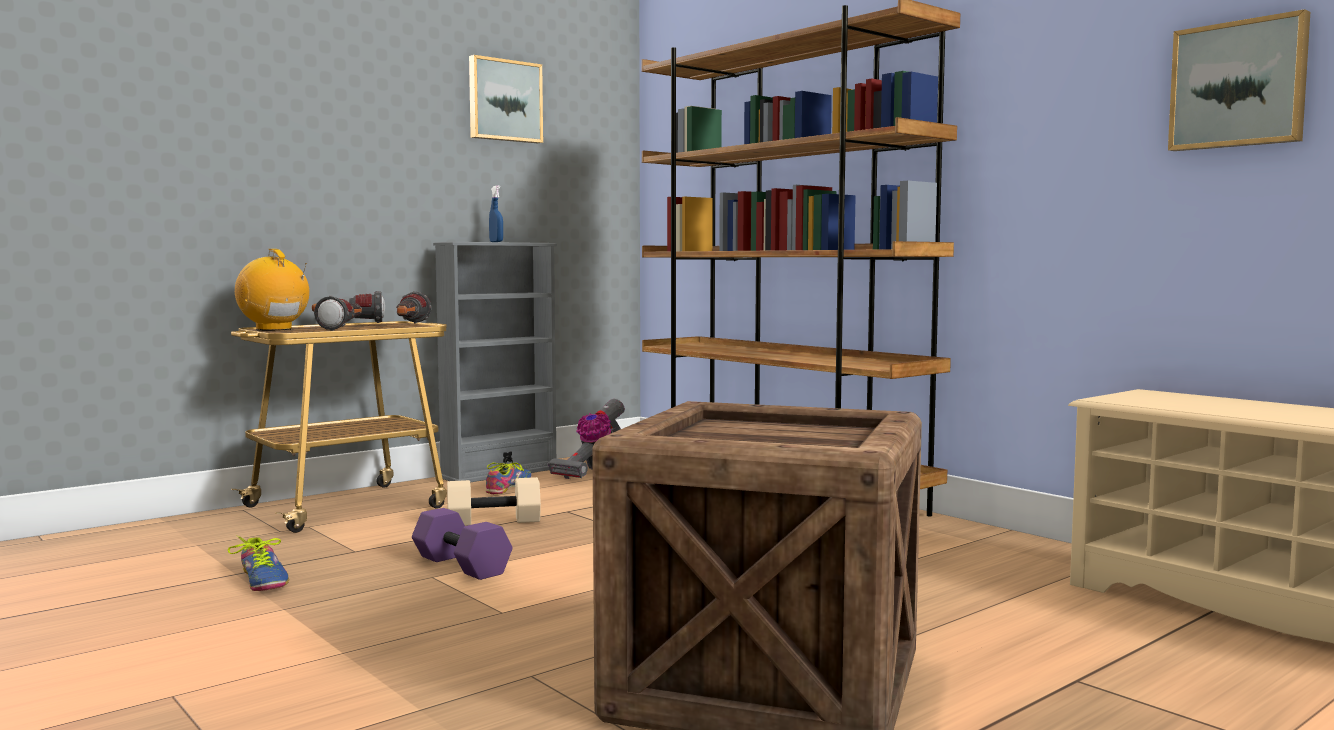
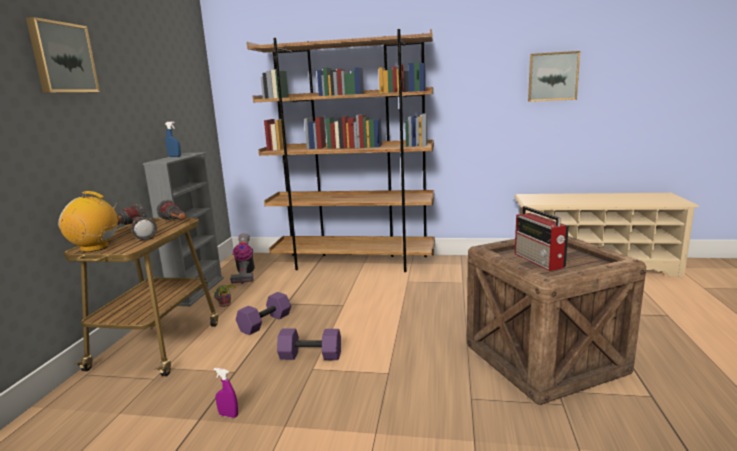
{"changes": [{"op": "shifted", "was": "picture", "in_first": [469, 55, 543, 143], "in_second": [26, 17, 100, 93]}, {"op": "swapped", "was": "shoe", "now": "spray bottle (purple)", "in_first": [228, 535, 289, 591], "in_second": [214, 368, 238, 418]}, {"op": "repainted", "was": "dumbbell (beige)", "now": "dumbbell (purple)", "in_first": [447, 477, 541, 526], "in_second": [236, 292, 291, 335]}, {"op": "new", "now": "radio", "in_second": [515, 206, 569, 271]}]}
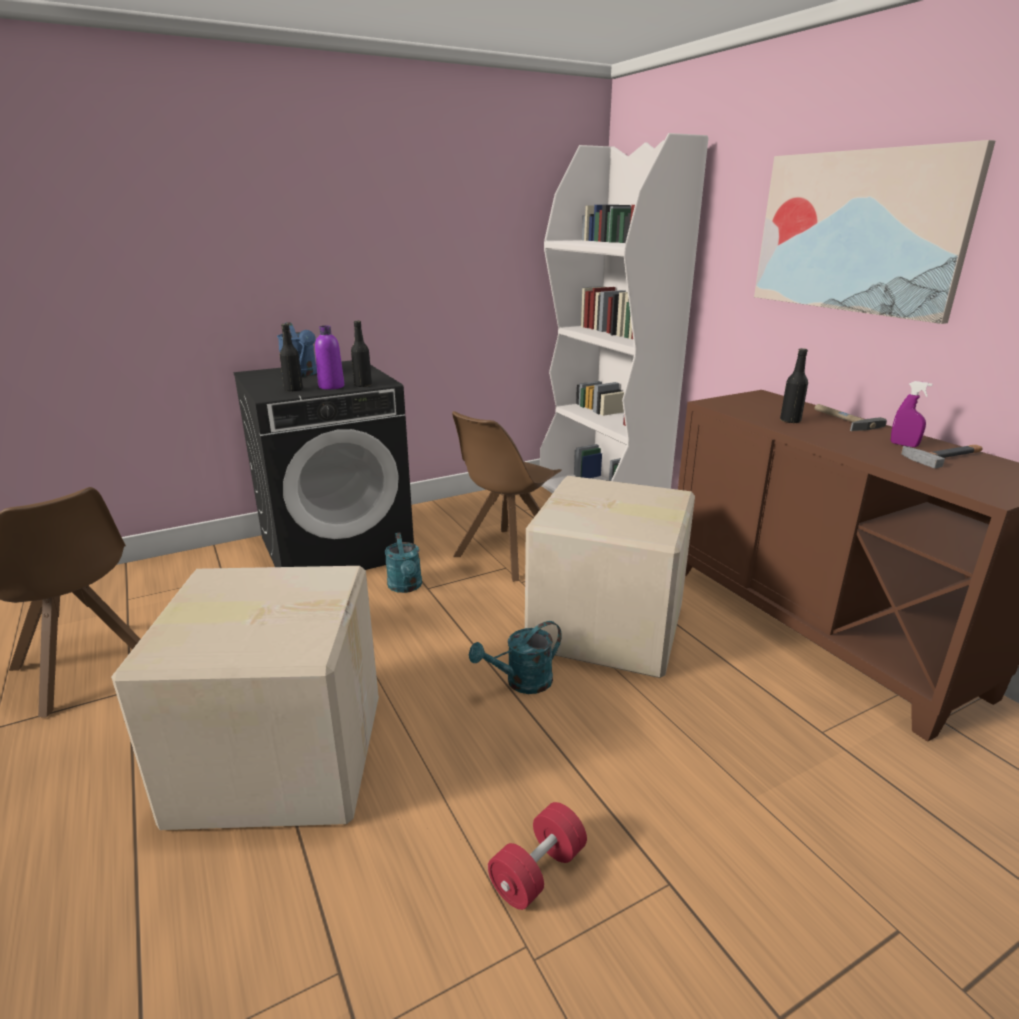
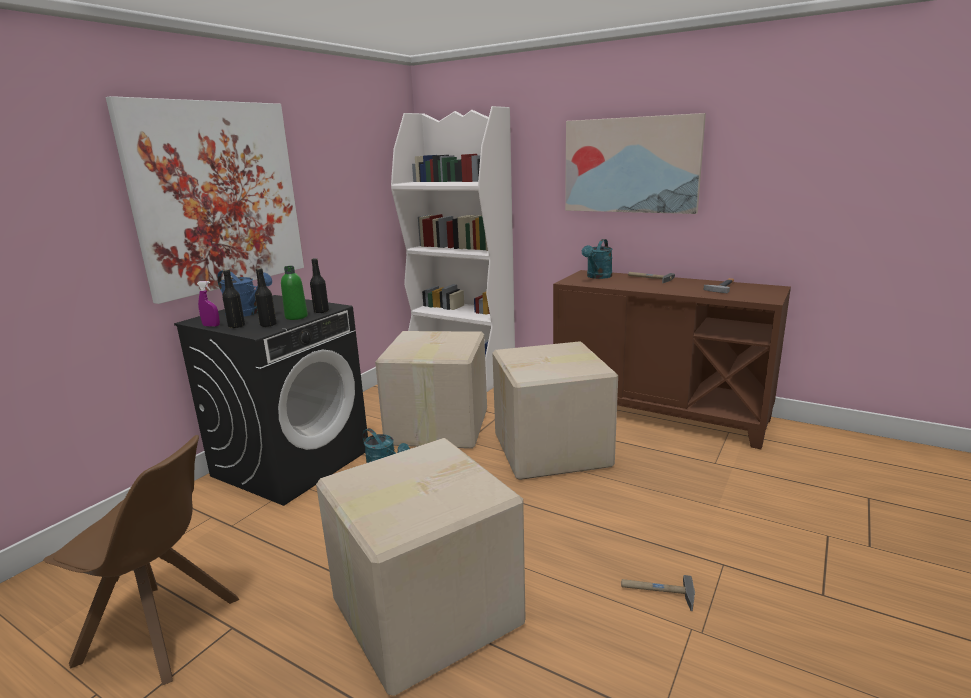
{"changes": [{"op": "new", "now": "picture", "in_second": [106, 96, 304, 304]}, {"op": "shifted", "was": "spray bottle (purple)", "in_first": [891, 381, 933, 447], "in_second": [197, 281, 220, 327]}, {"op": "shifted", "was": "bottle (black)", "in_first": [780, 348, 808, 423], "in_second": [222, 270, 245, 328]}, {"op": "repainted", "was": "bottle (purple)", "now": "bottle (green)", "in_first": [315, 326, 344, 390], "in_second": [281, 266, 308, 320]}, {"op": "swapped", "was": "chair (brown)", "now": "cardboard box", "in_first": [452, 411, 562, 582], "in_second": [375, 331, 487, 449]}, {"op": "shifted", "was": "watering can (turquoise)", "in_first": [469, 621, 562, 694], "in_second": [582, 239, 613, 279]}, {"op": "swapped", "was": "dumbbell (red)", "now": "hammer", "in_first": [488, 802, 587, 910], "in_second": [621, 575, 695, 611]}]}
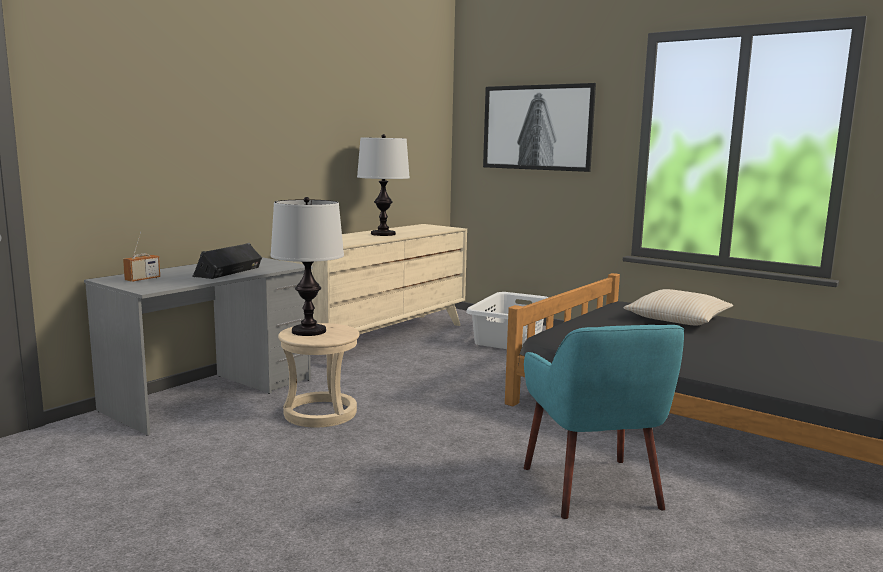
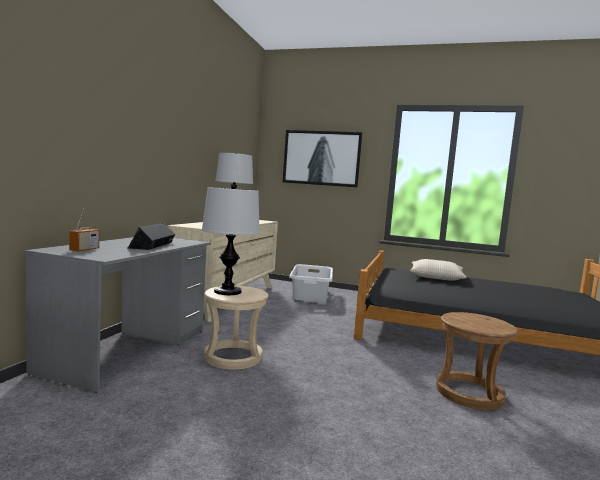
{"changes": [{"op": "swapped", "was": "armchair (turquoise)", "now": "stool (brown)", "in_first": [524, 325, 684, 519], "in_second": [436, 312, 518, 410]}]}
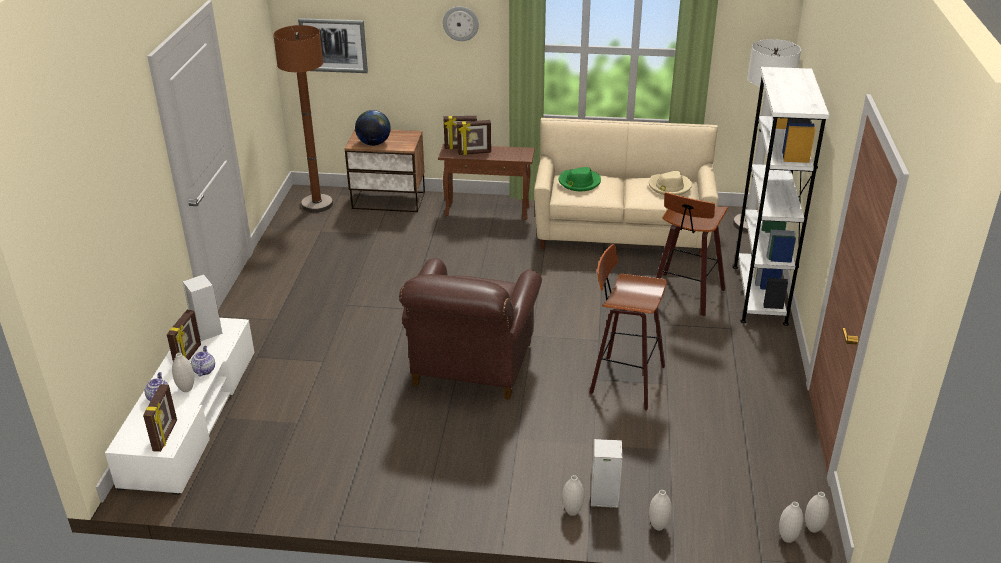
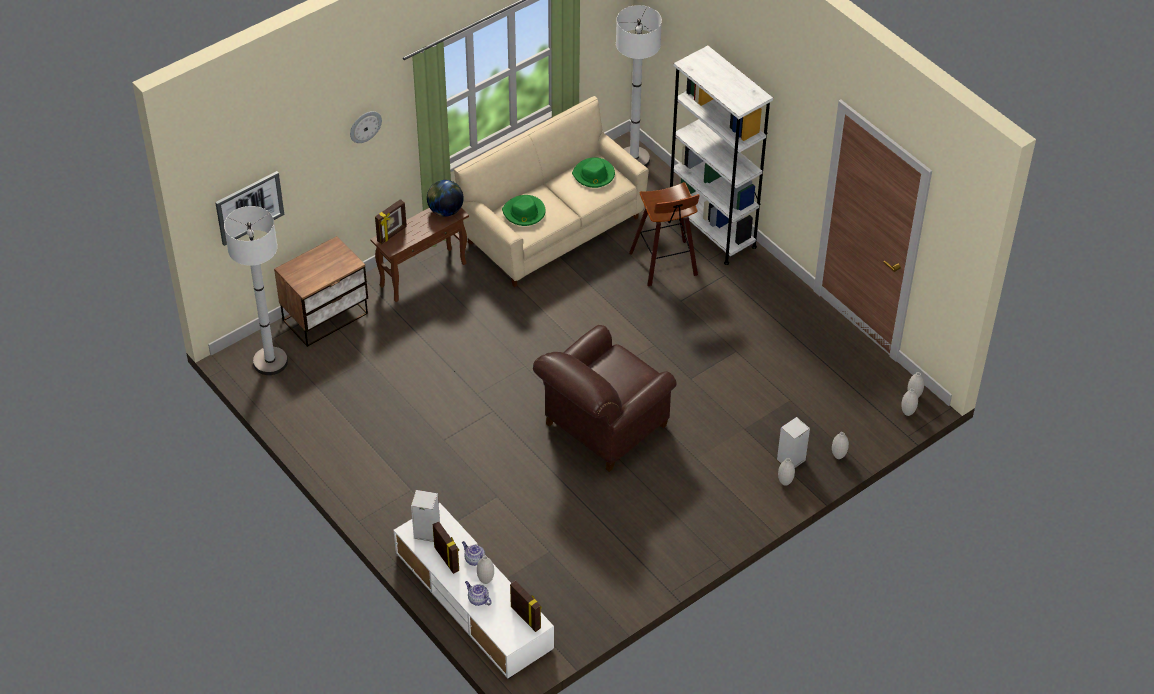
{"changes": [{"op": "repainted", "was": "floor lamp (brown)", "now": "floor lamp (white)", "in_first": [273, 25, 333, 213], "in_second": [224, 206, 288, 375]}, {"op": "shifted", "was": "globe", "in_first": [355, 110, 391, 146], "in_second": [427, 180, 464, 217]}, {"op": "rotated", "was": "armchair (brown)", "in_first": [399, 258, 542, 400], "in_second": [533, 325, 677, 472], "clockwise": 75}, {"op": "repainted", "was": "hat (beige)", "now": "hat (green)", "in_first": [649, 171, 692, 195], "in_second": [572, 157, 615, 188]}, {"op": "gone", "was": "picture frame", "in_first": [457, 120, 491, 155]}, {"op": "gone", "was": "stool", "in_first": [589, 244, 667, 410]}]}
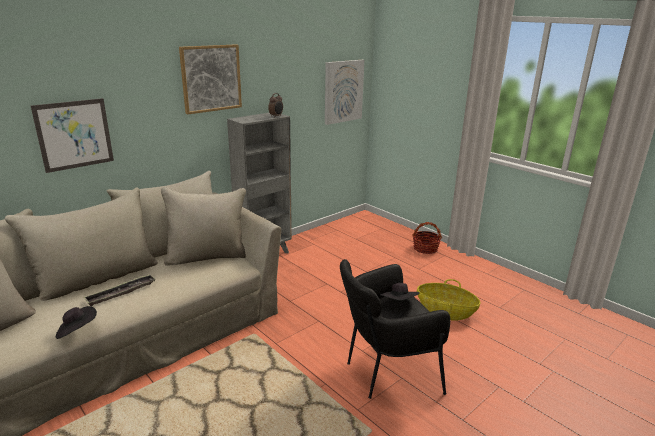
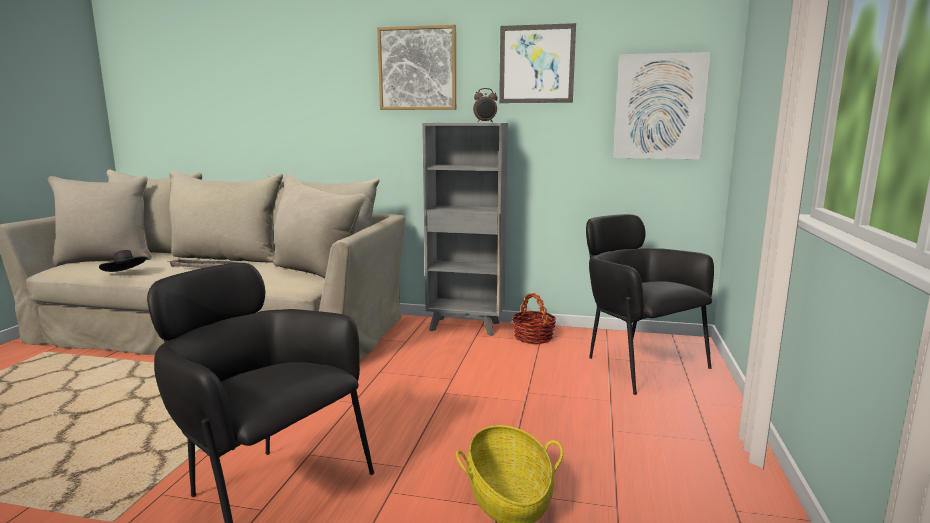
{"changes": [{"op": "shifted", "was": "picture", "in_first": [31, 98, 114, 173], "in_second": [499, 23, 576, 103]}, {"op": "shifted", "was": "basket", "in_first": [413, 222, 442, 254], "in_second": [512, 293, 556, 344]}, {"op": "new", "now": "armchair (black)", "in_second": [586, 214, 714, 395]}, {"op": "gone", "was": "hat (black)", "in_first": [380, 283, 420, 300]}]}
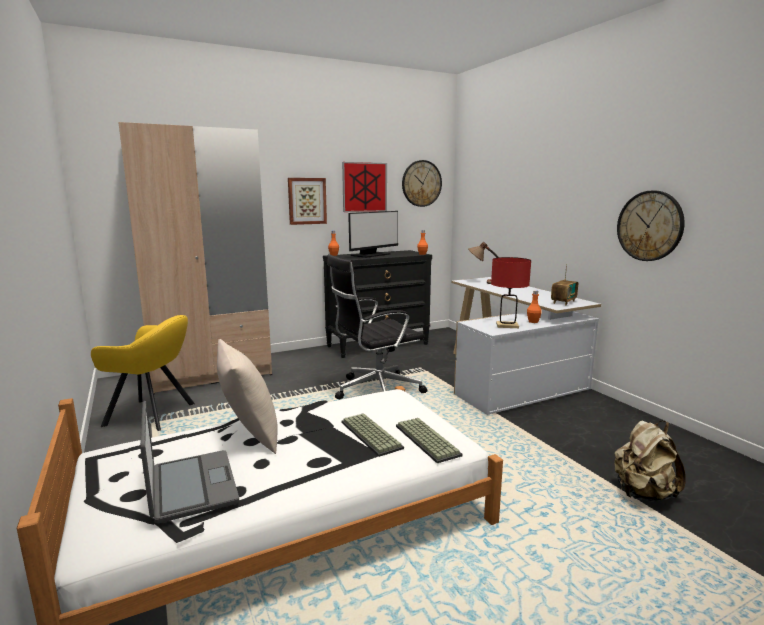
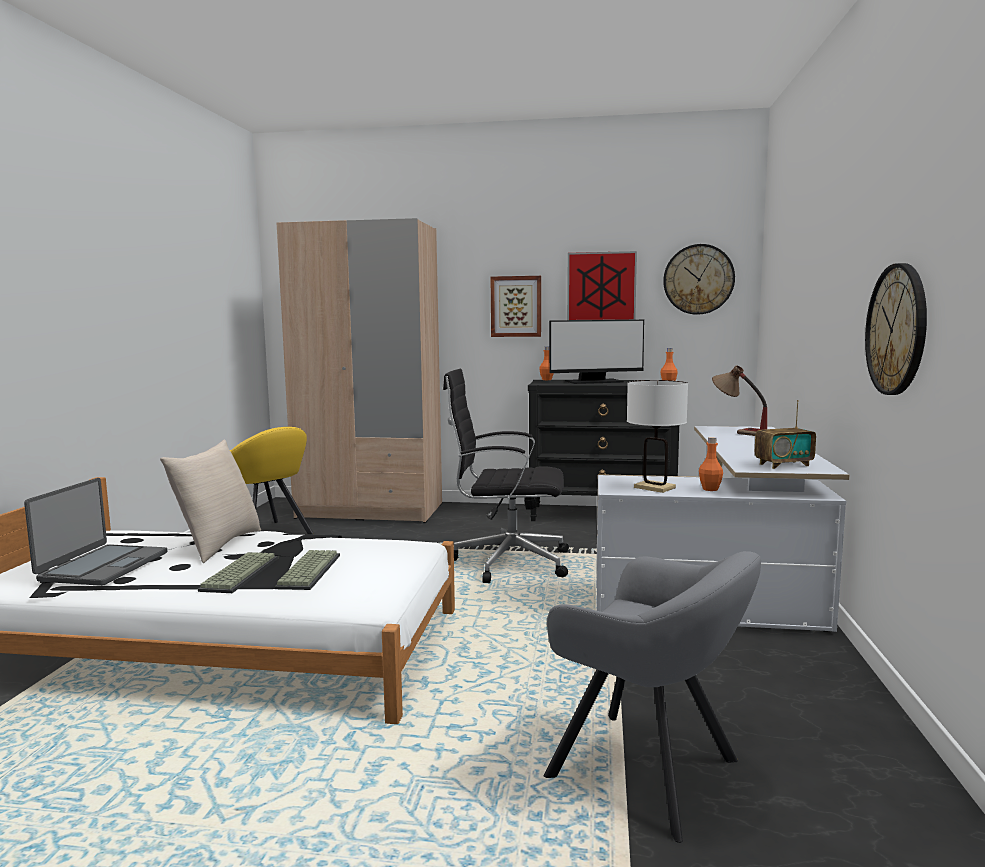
{"changes": [{"op": "shifted", "was": "keyboard", "in_first": [396, 418, 463, 463], "in_second": [198, 552, 278, 593]}, {"op": "swapped", "was": "backpack (beige)", "now": "armchair (grey)", "in_first": [614, 420, 686, 501], "in_second": [544, 551, 761, 843]}, {"op": "repainted", "was": "table lamp (red)", "now": "table lamp (white)", "in_first": [491, 257, 531, 328], "in_second": [627, 380, 688, 493]}]}
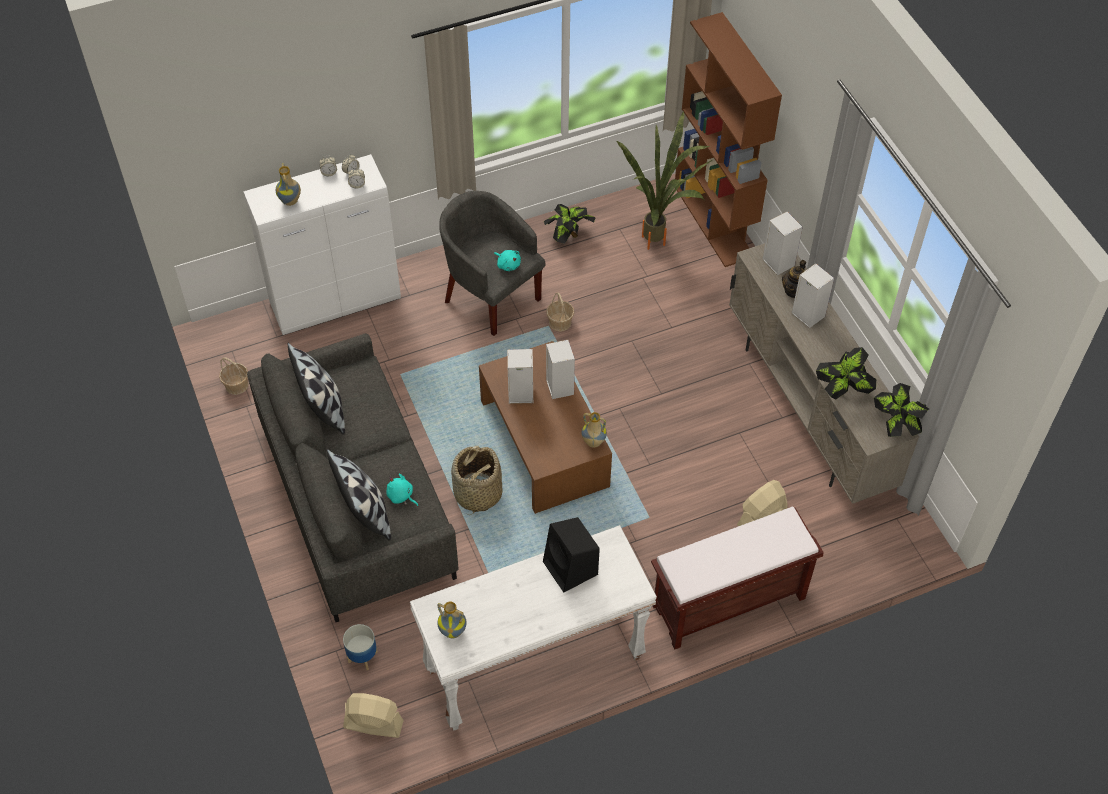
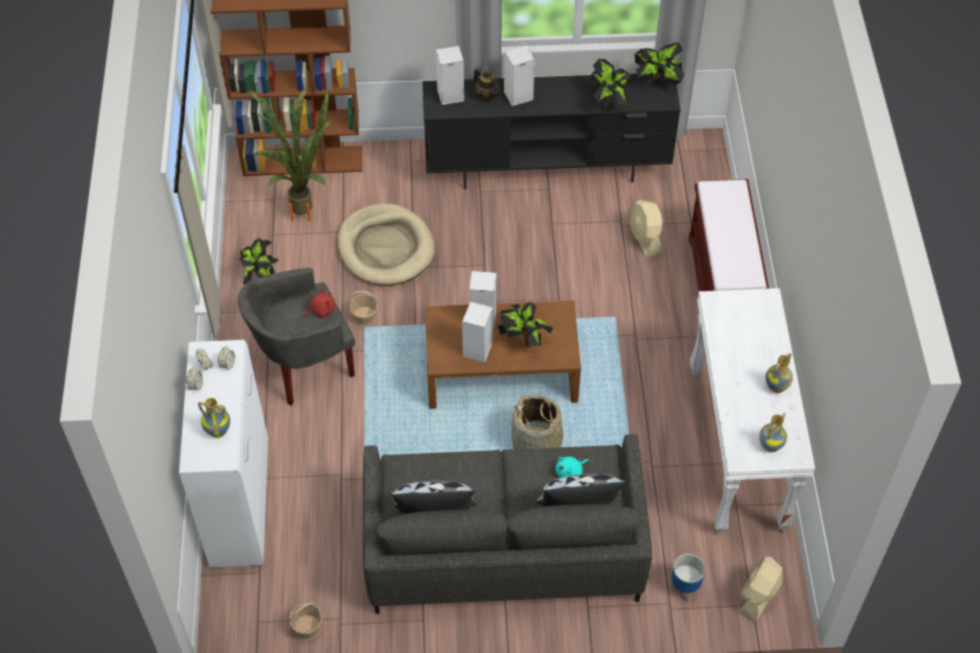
{"changes": [{"op": "repainted", "was": "plush toy (turquoise)", "now": "plush toy (red)", "in_first": [494, 250, 521, 271], "in_second": [302, 288, 335, 318]}, {"op": "new", "now": "dog bed (beige)", "in_second": [338, 204, 435, 285]}, {"op": "repainted", "was": "tv stand (beige)", "now": "tv stand (black)", "in_first": [729, 243, 919, 504], "in_second": [423, 73, 680, 189]}, {"op": "new", "now": "potted plant", "in_second": [497, 302, 553, 348]}, {"op": "shifted", "was": "vase", "in_first": [582, 412, 607, 448], "in_second": [765, 353, 793, 393]}, {"op": "gone", "was": "speaker (black)", "in_first": [543, 517, 600, 593]}]}
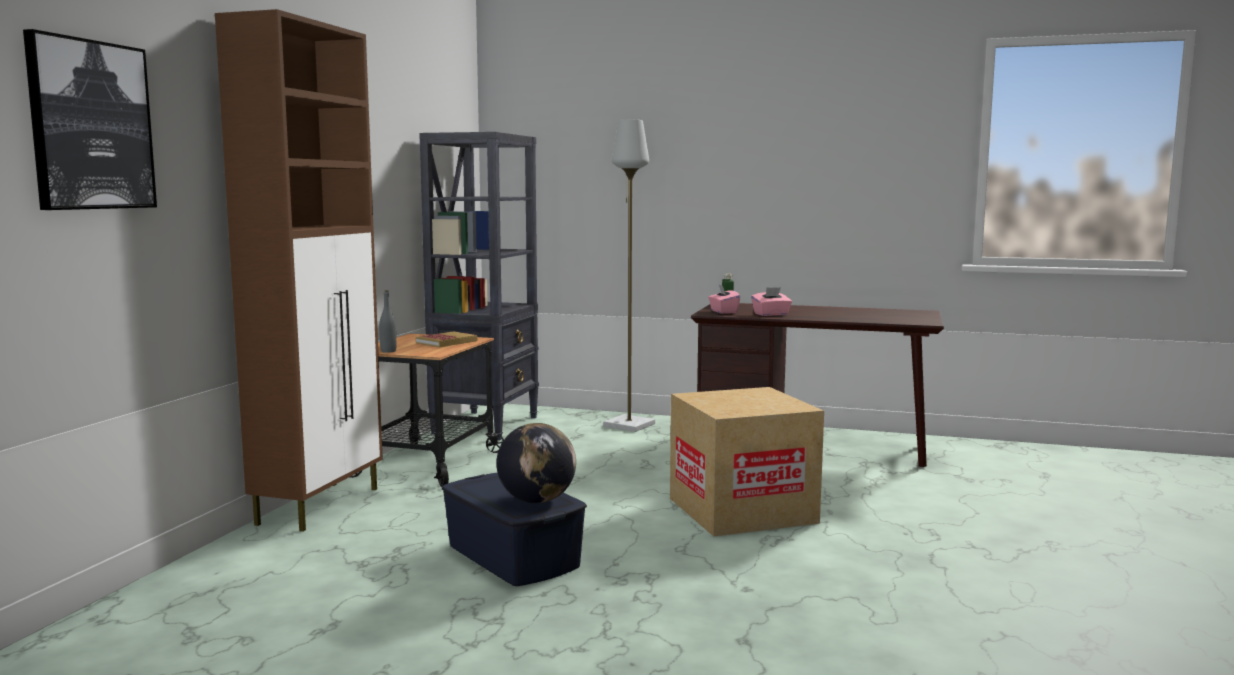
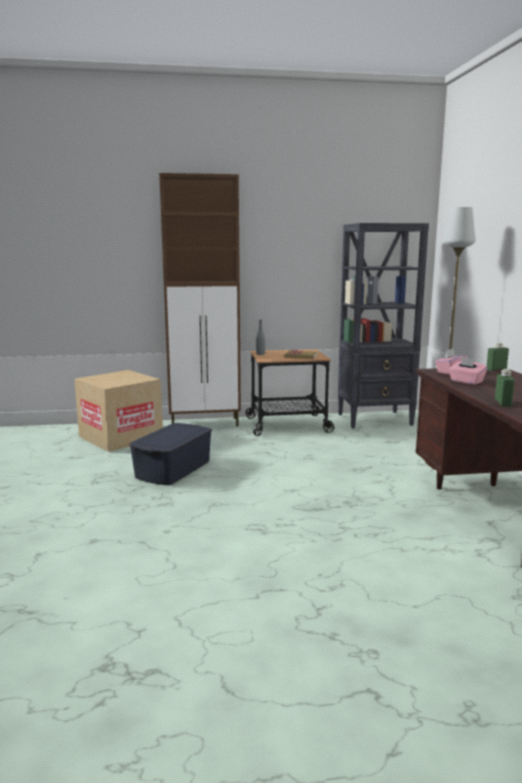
{"changes": [{"op": "shifted", "was": "cardboard box", "in_first": [670, 387, 824, 536], "in_second": [74, 370, 163, 452]}, {"op": "new", "now": "bottle (green)", "in_second": [495, 369, 515, 407]}, {"op": "gone", "was": "picture", "in_first": [23, 29, 157, 210]}, {"op": "gone", "was": "globe", "in_first": [496, 423, 576, 503]}]}
